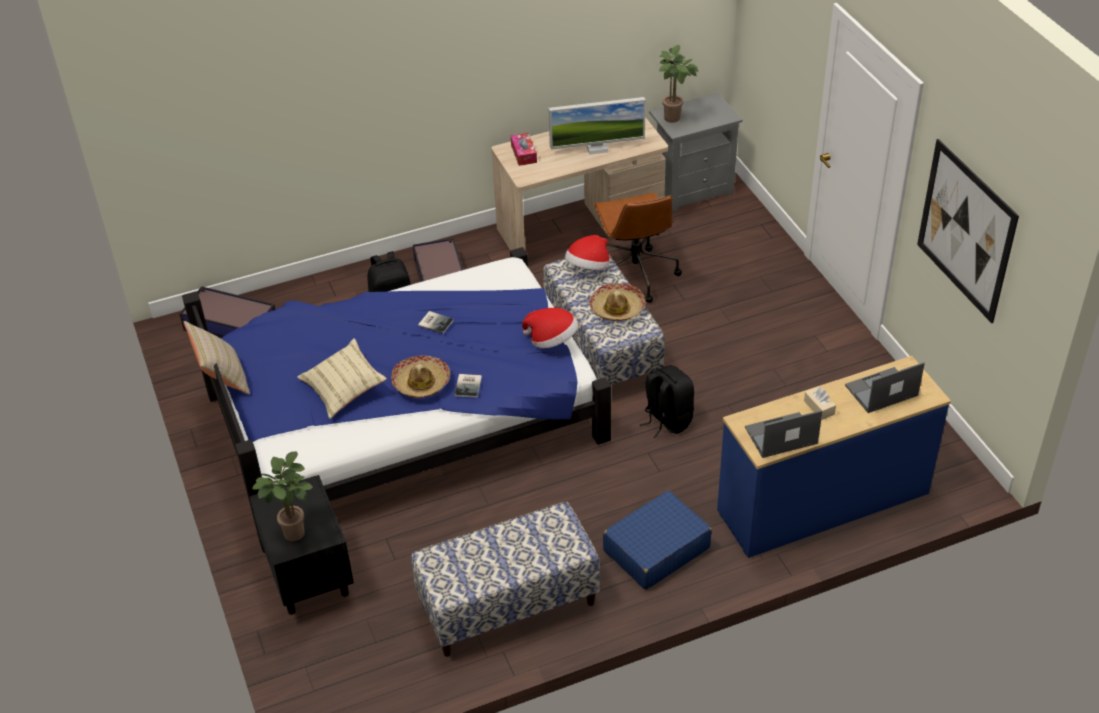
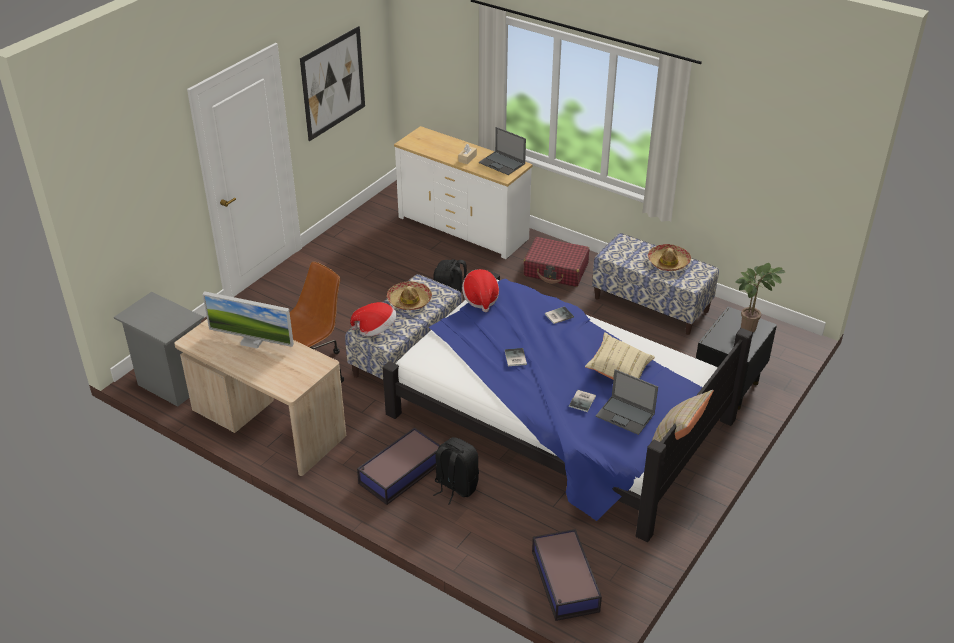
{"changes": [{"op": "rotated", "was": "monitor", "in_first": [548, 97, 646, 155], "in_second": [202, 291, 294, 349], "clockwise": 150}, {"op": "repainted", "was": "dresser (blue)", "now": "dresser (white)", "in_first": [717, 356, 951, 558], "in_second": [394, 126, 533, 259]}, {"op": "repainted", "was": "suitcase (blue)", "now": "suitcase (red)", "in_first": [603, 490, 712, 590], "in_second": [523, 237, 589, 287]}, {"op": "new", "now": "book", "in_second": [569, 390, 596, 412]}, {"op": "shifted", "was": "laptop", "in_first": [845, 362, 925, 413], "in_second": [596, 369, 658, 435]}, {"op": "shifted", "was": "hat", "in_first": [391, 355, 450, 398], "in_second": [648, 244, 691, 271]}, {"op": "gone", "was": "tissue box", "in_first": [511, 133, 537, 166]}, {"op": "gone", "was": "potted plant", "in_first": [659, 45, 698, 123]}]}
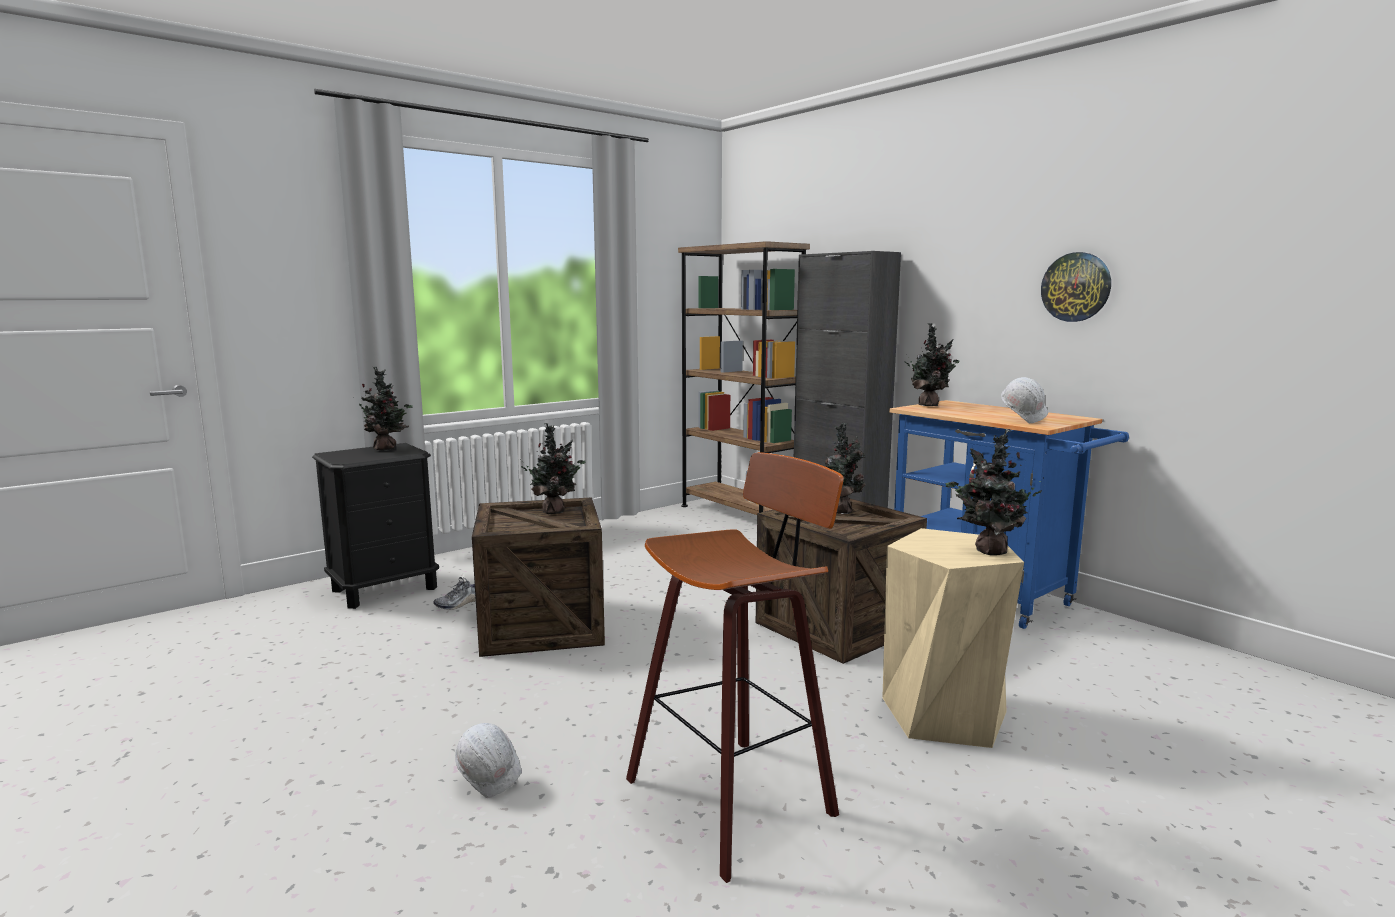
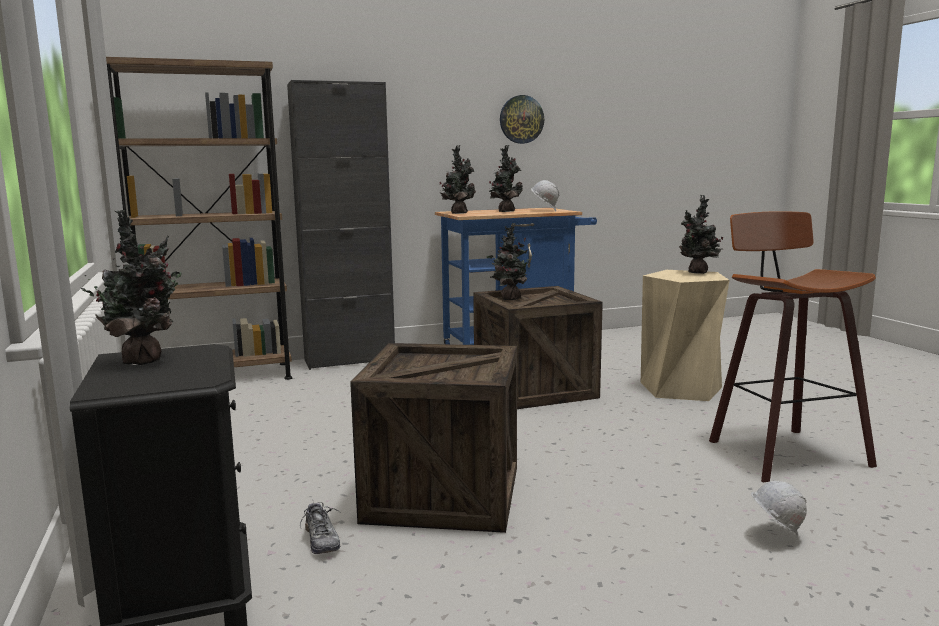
{"changes": [{"op": "shifted", "was": "potted plant", "in_first": [520, 423, 586, 514], "in_second": [489, 145, 523, 212]}]}
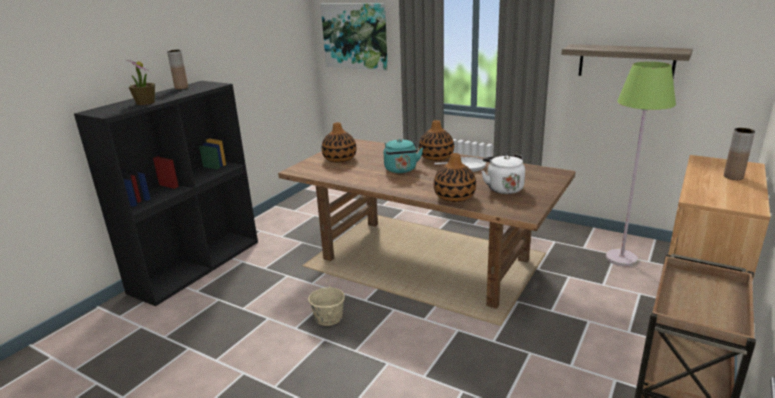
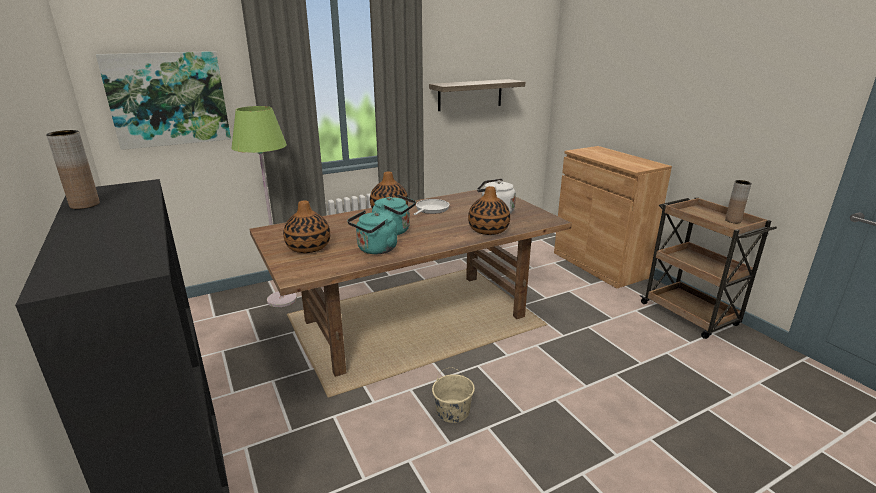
{"changes": [{"op": "shifted", "was": "floor lamp (green)", "in_first": [606, 61, 676, 266], "in_second": [232, 106, 297, 307]}, {"op": "new", "now": "kettle (turquoise)", "in_second": [347, 210, 397, 254]}, {"op": "shifted", "was": "vase (brown)", "in_first": [724, 128, 755, 180], "in_second": [725, 180, 752, 223]}, {"op": "gone", "was": "potted plant", "in_first": [127, 59, 155, 105]}]}
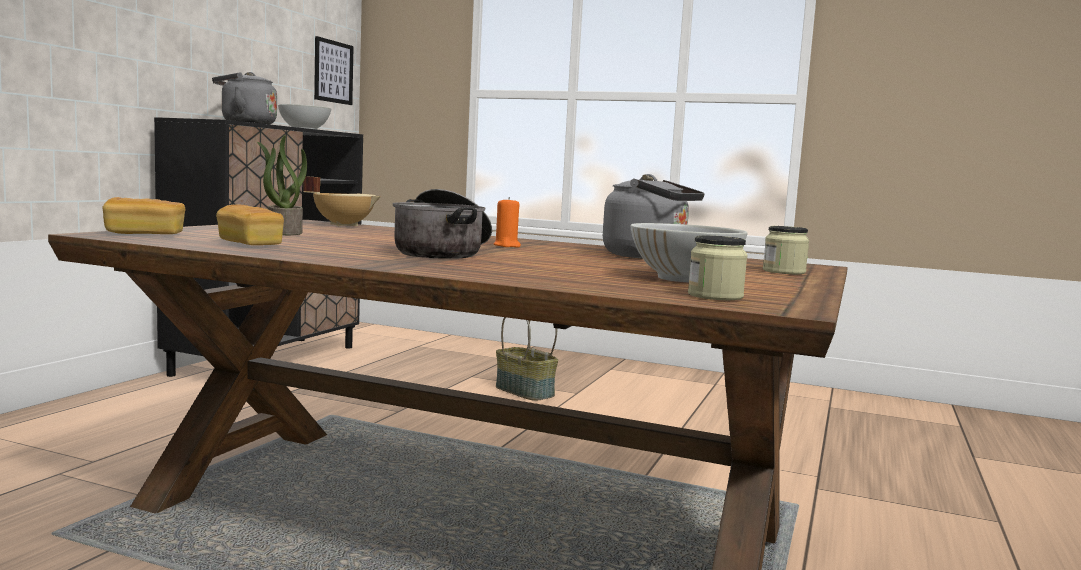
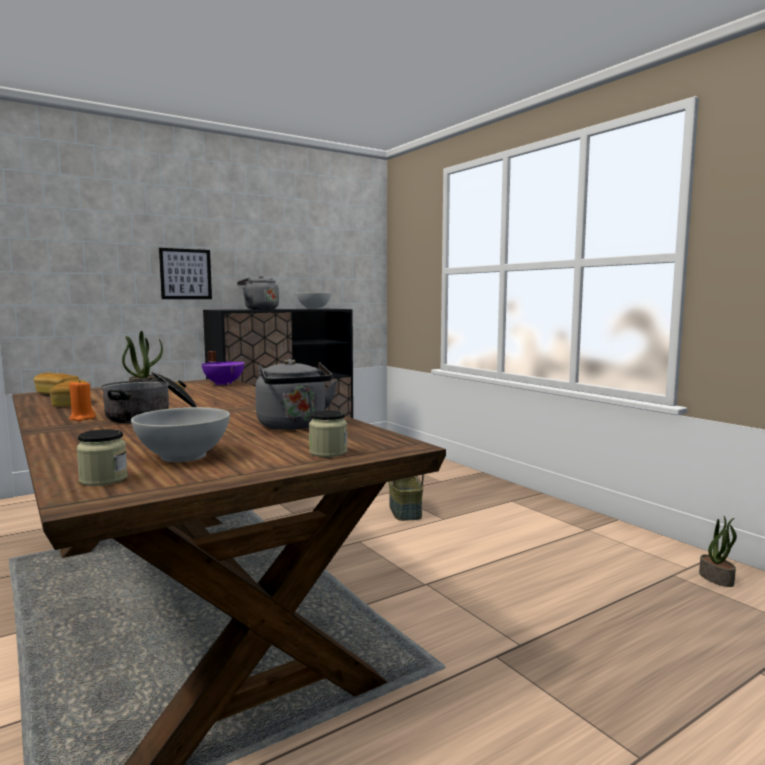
{"changes": [{"op": "shifted", "was": "candle (orange)", "in_first": [493, 197, 521, 248], "in_second": [69, 380, 96, 421]}, {"op": "shifted", "was": "picture", "in_first": [314, 36, 354, 105], "in_second": [159, 248, 212, 299]}, {"op": "repainted", "was": "cooking pot (beige)", "now": "cooking pot (purple)", "in_first": [303, 176, 381, 226], "in_second": [202, 351, 244, 385]}, {"op": "new", "now": "potted plant", "in_second": [699, 516, 737, 587]}]}
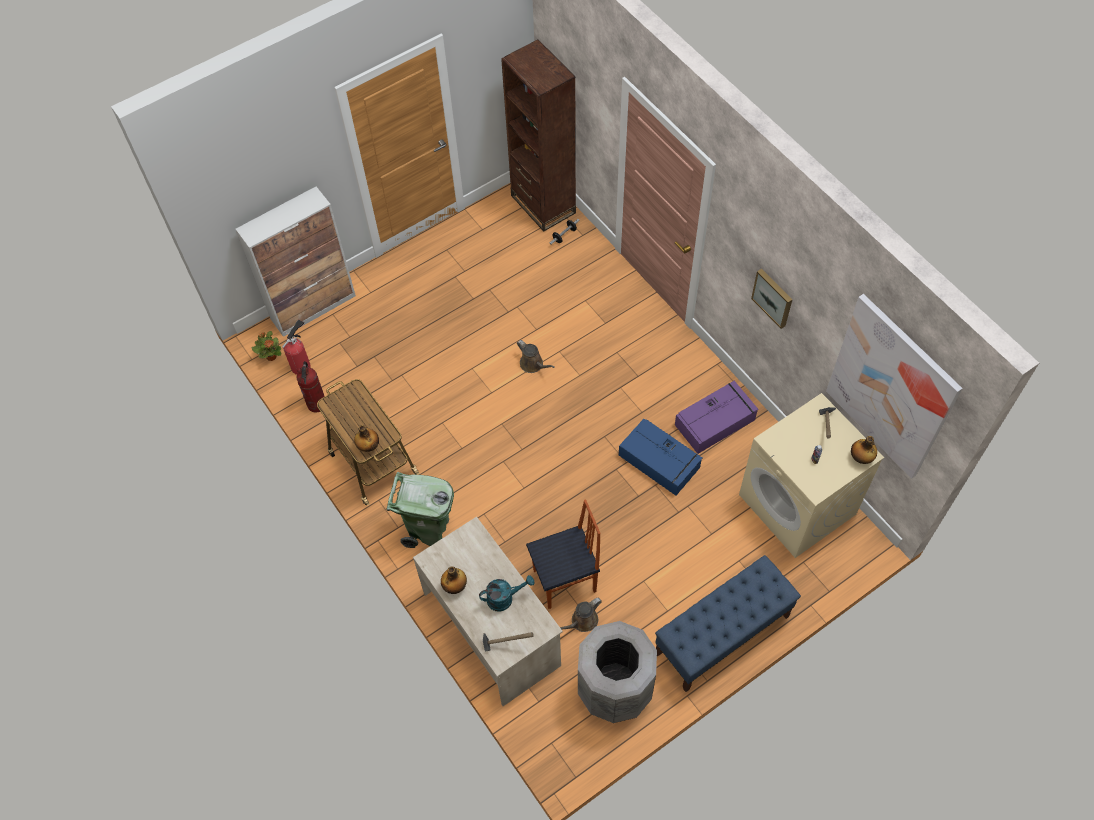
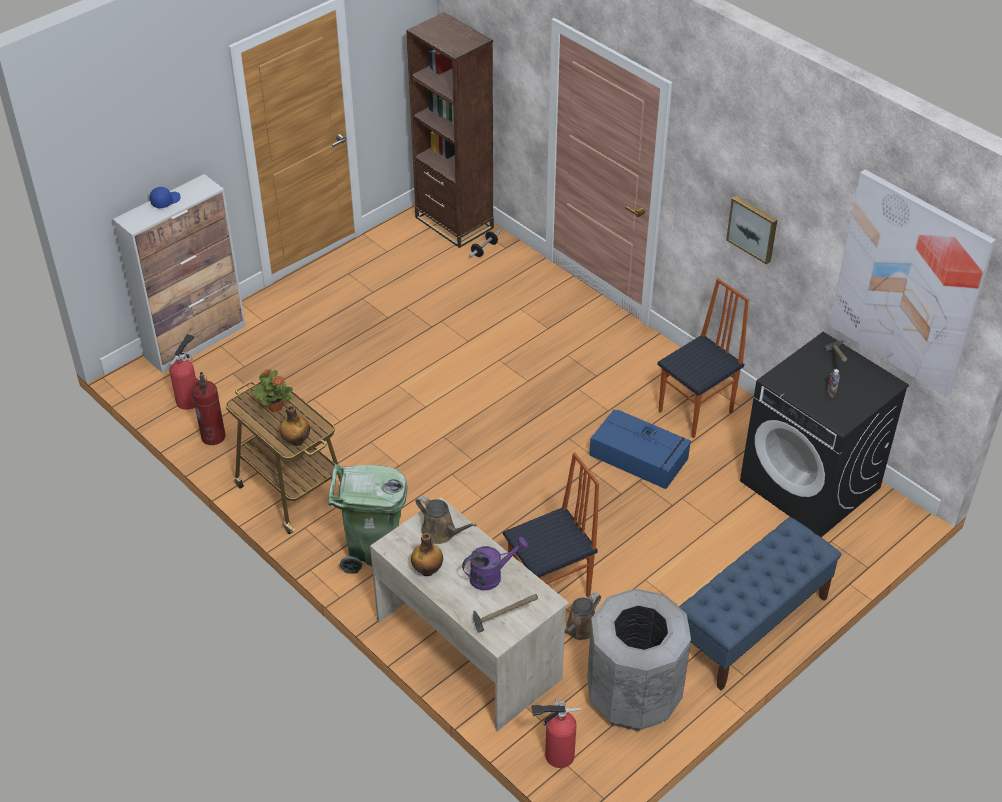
{"changes": [{"op": "new", "now": "cap (blue)", "in_second": [150, 187, 181, 208]}, {"op": "shifted", "was": "potted plant", "in_first": [252, 331, 281, 361], "in_second": [252, 369, 293, 412]}, {"op": "shifted", "was": "watering can (brown)", "in_first": [517, 340, 555, 373], "in_second": [415, 496, 477, 544]}, {"op": "repainted", "was": "watering can (turquoise)", "now": "watering can (purple)", "in_first": [479, 575, 534, 612], "in_second": [462, 537, 528, 590]}, {"op": "new", "now": "fire extinguisher", "in_second": [531, 698, 581, 768]}, {"op": "swapped", "was": "storage box (purple)", "now": "chair", "in_first": [675, 381, 759, 454], "in_second": [657, 278, 749, 438]}, {"op": "repainted", "was": "washing machine (beige)", "now": "washing machine (black)", "in_first": [739, 393, 884, 558], "in_second": [740, 332, 909, 537]}, {"op": "gone", "was": "bottle", "in_first": [851, 436, 877, 464]}]}
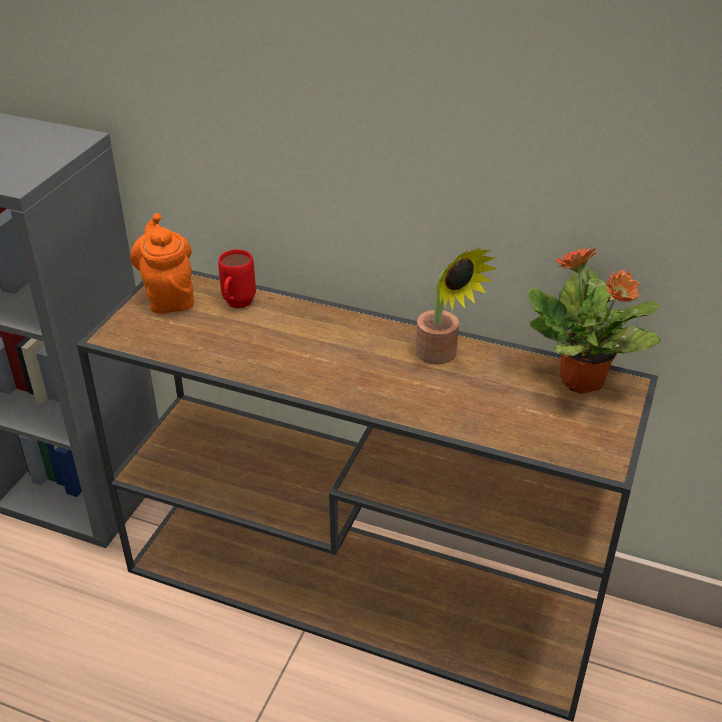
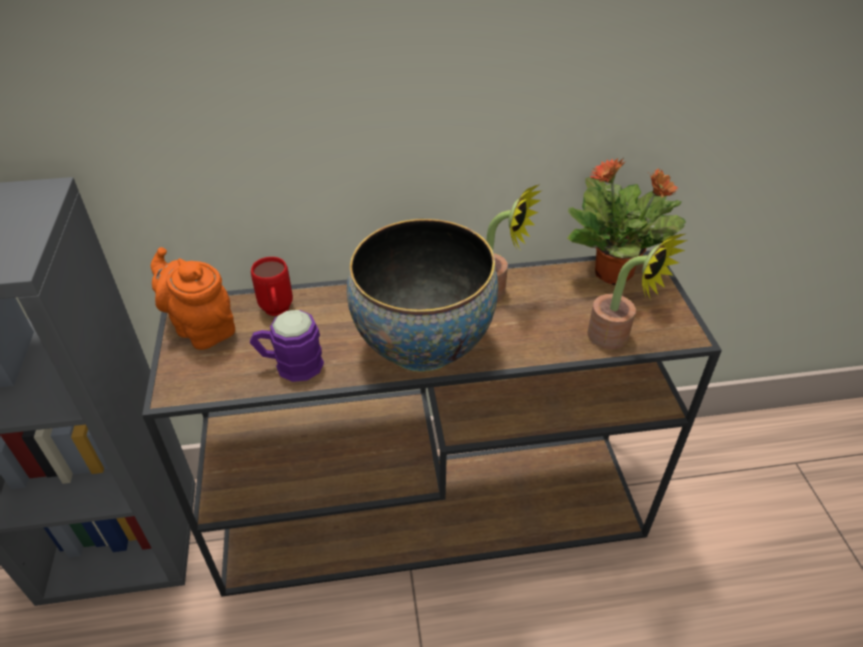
{"changes": [{"op": "new", "now": "mug (purple)", "in_second": [250, 310, 324, 382]}, {"op": "new", "now": "bowl", "in_second": [347, 219, 498, 373]}, {"op": "new", "now": "potted plant", "in_second": [587, 234, 688, 349]}]}
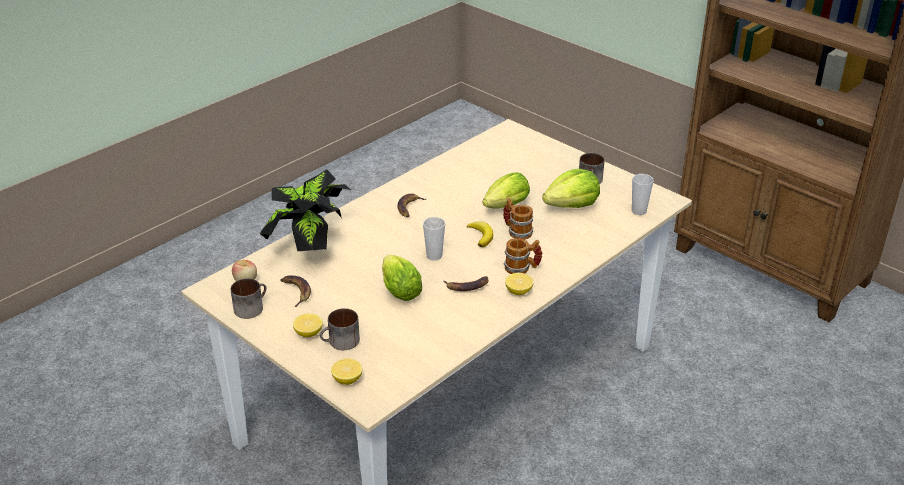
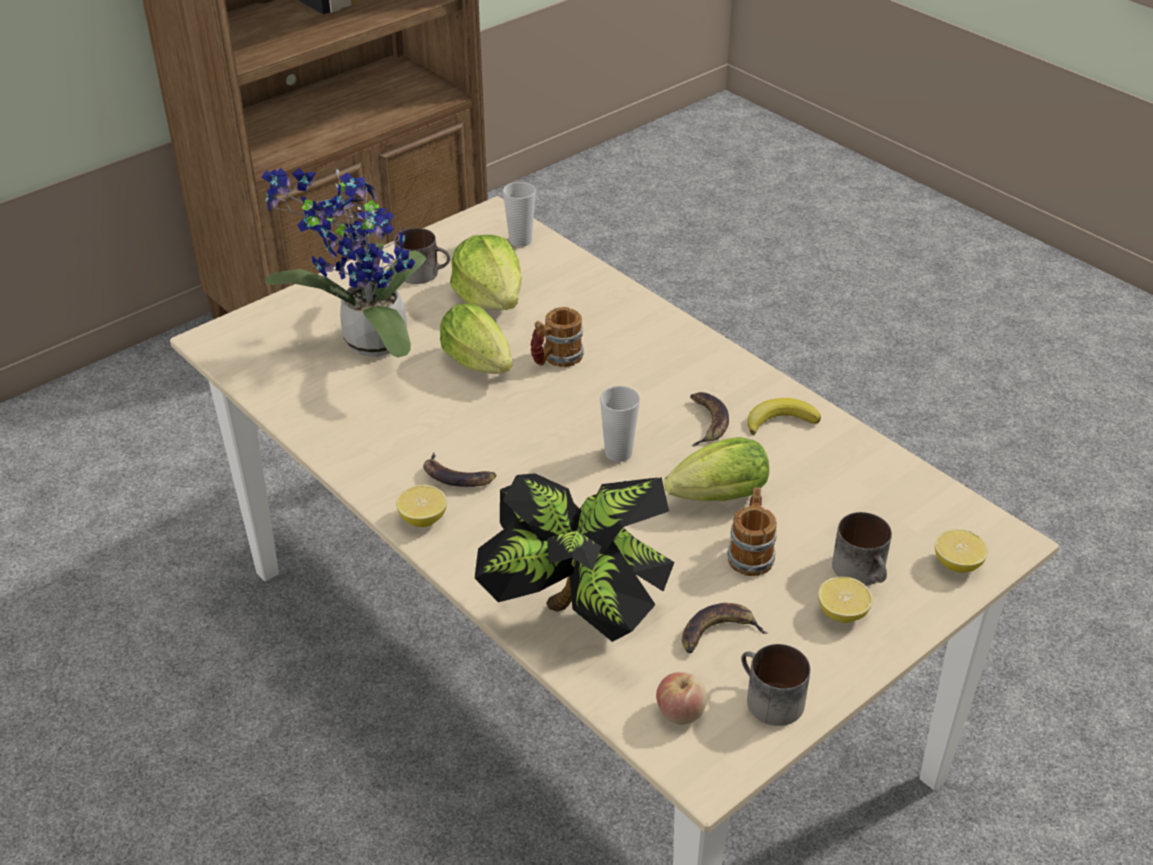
{"changes": [{"op": "new", "now": "potted plant", "in_second": [261, 168, 426, 358]}, {"op": "shifted", "was": "lemon", "in_first": [505, 273, 534, 295], "in_second": [396, 485, 447, 527]}, {"op": "shifted", "was": "mug", "in_first": [504, 238, 542, 274], "in_second": [727, 487, 777, 576]}, {"op": "shifted", "was": "banana", "in_first": [467, 221, 493, 247], "in_second": [747, 398, 821, 435]}]}
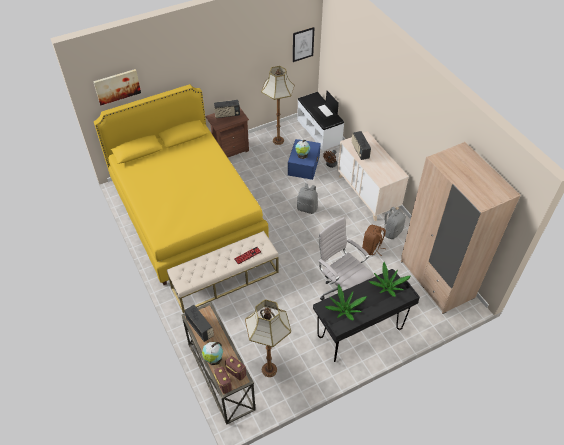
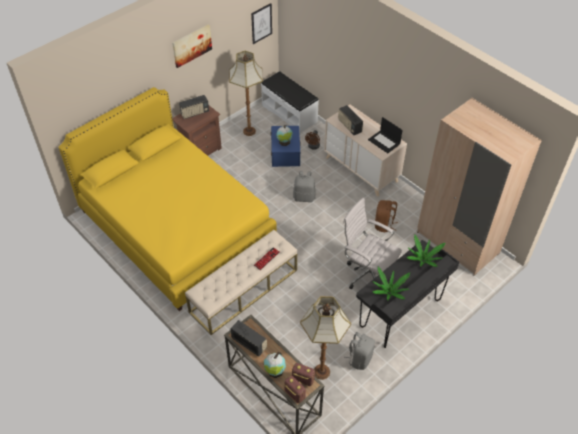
{"changes": [{"op": "shifted", "was": "picture", "in_first": [93, 69, 141, 105], "in_second": [172, 24, 212, 68]}, {"op": "shifted", "was": "backpack (grey)", "in_first": [382, 207, 406, 239], "in_second": [344, 332, 375, 370]}, {"op": "shifted", "was": "laptop", "in_first": [313, 91, 339, 120], "in_second": [368, 117, 403, 153]}]}
